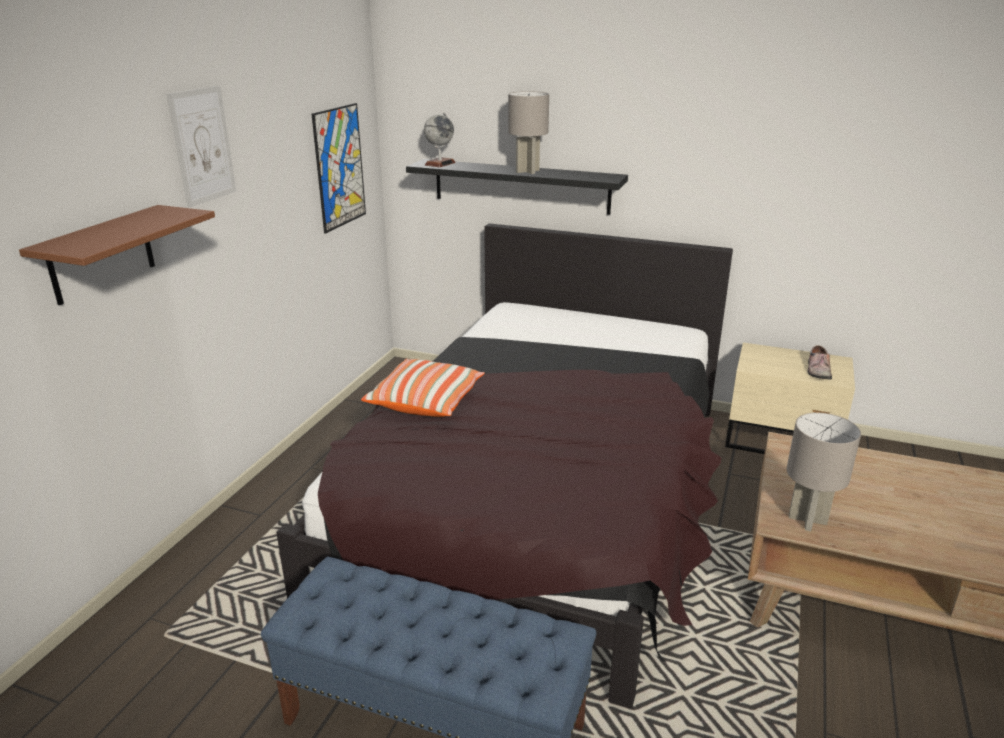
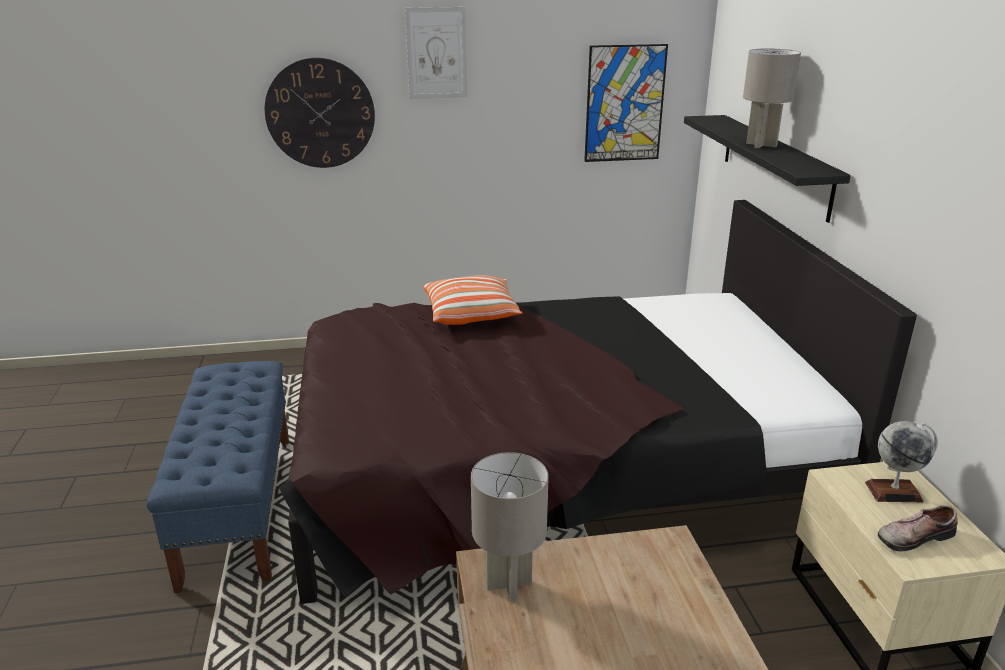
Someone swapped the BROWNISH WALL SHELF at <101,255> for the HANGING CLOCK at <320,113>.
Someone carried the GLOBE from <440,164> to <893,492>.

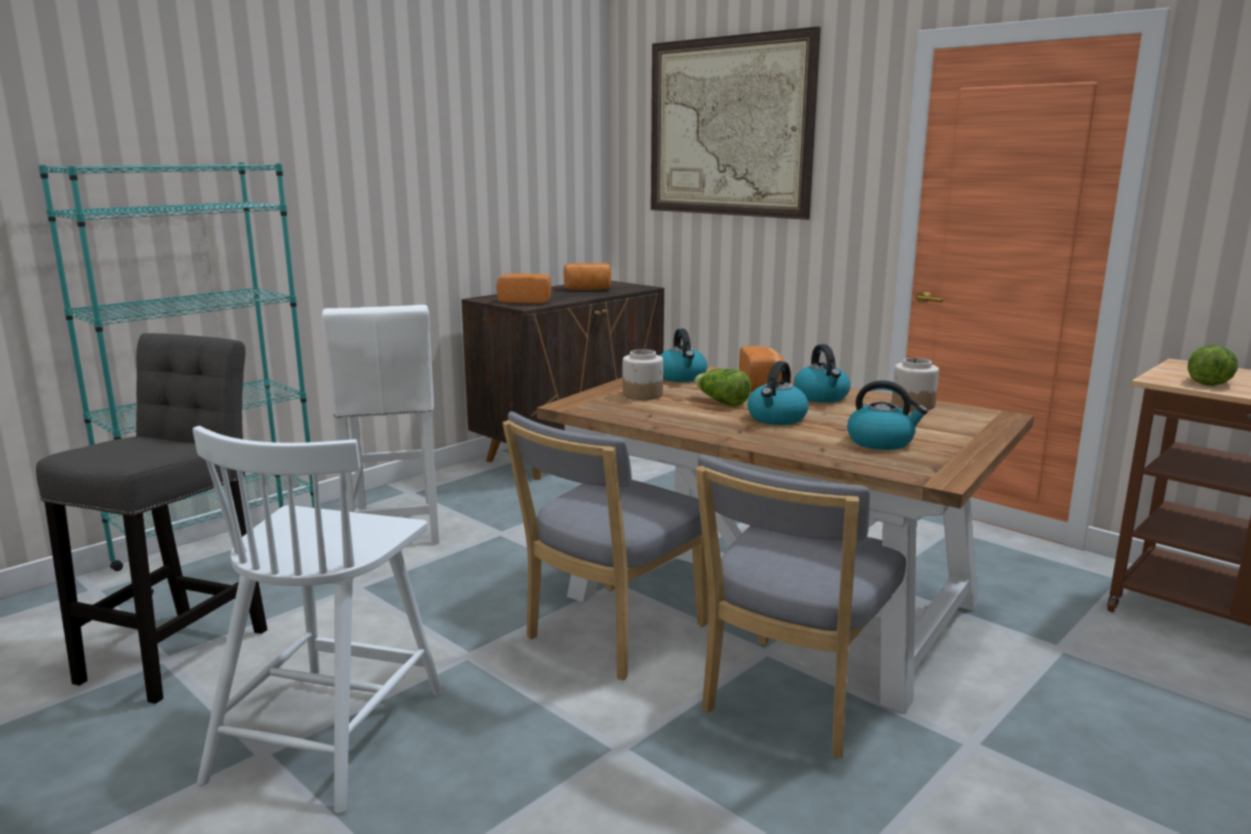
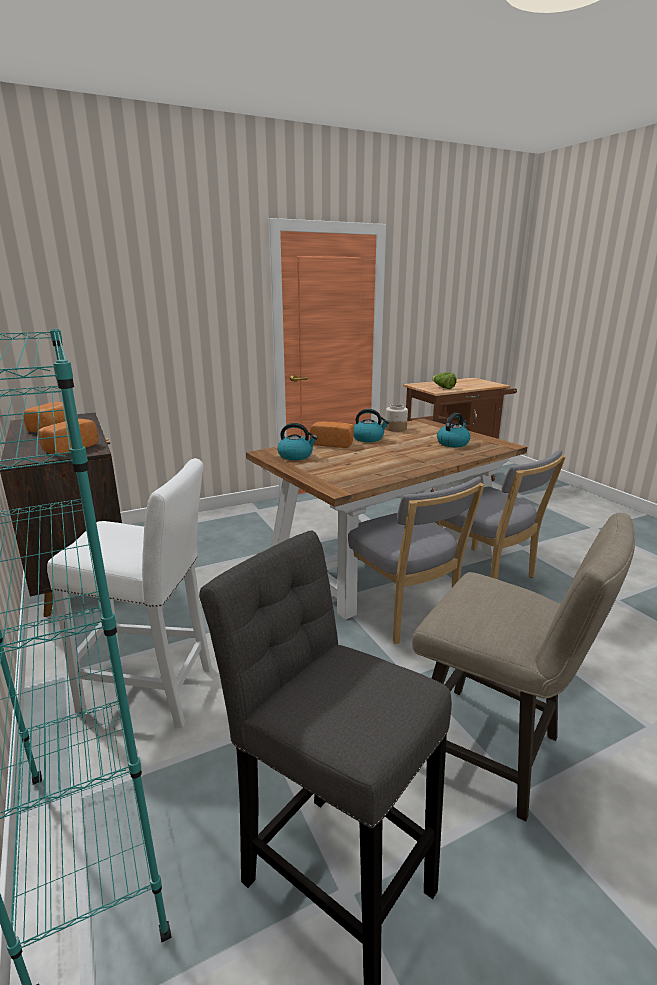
Someone swapped the WHITE PLAIN CHAIR at <330,731> for the BEIGE-COLOURED STOOL SEAT at <496,754>.
Someone took away the STORAGE JAR at <643,395>.
Someone took away the WALL ART at <728,127>.
Someone took away the LETTUCE HEAD at <721,402>.
Someone took away the TEA KETTLE at <776,418>.

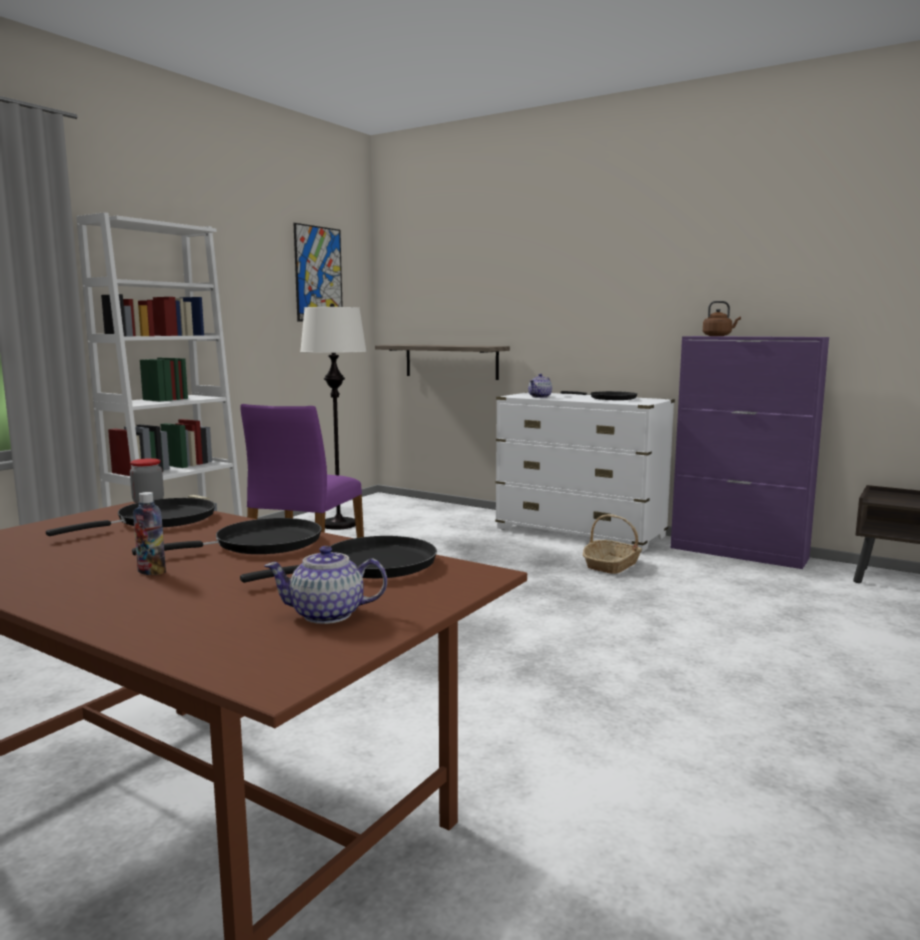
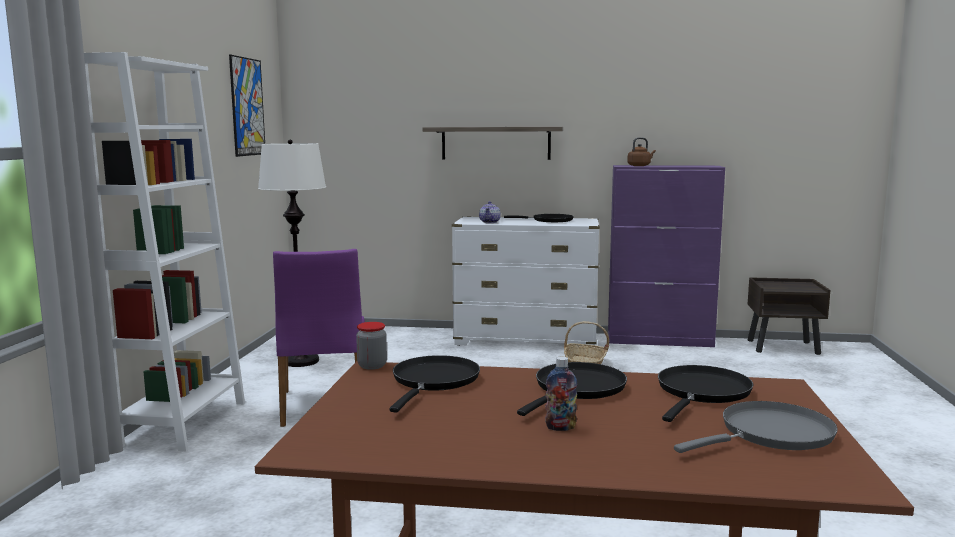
Someone swapped the POT FOR TEA at <328,615> for the GRAY SKILLET at <771,434>.
Someone carried the WALL SHELF from <451,361> to <496,143>.

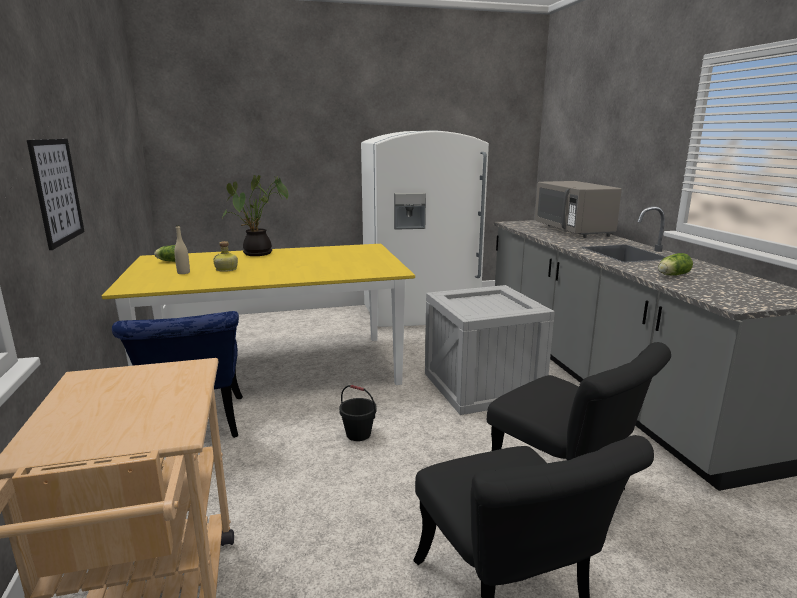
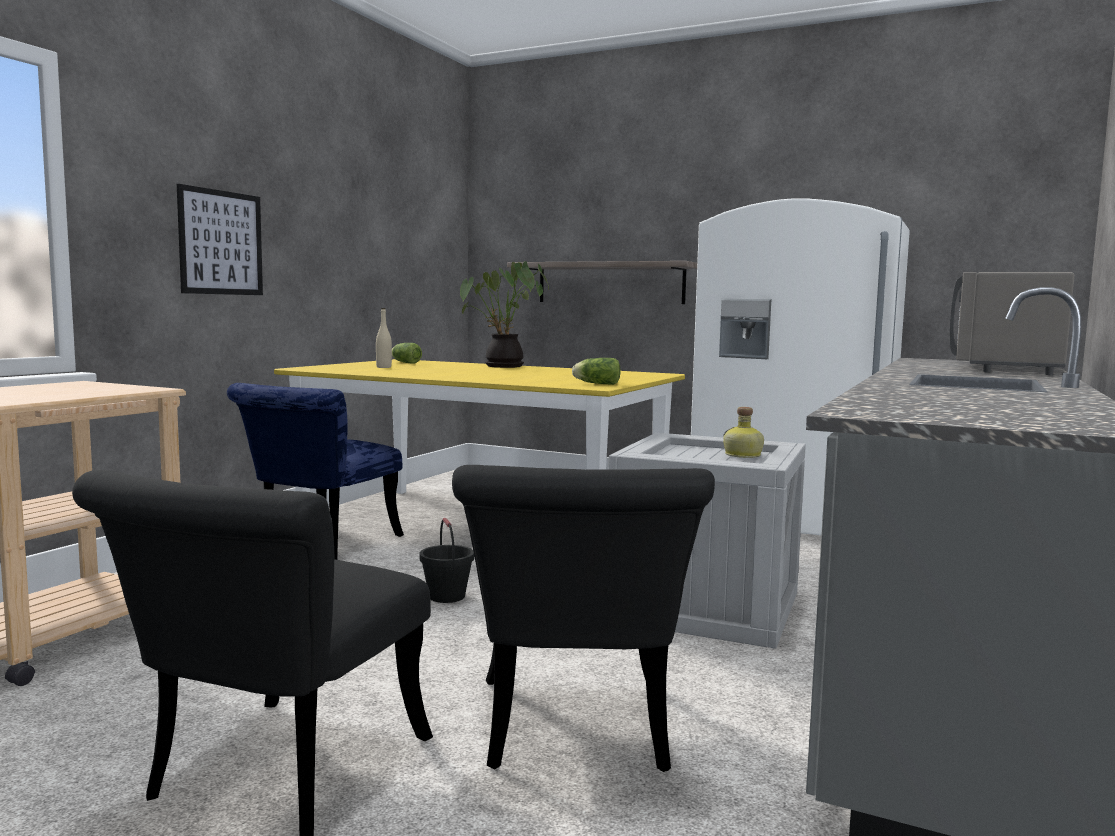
Someone carried the DRINK BOTTLE from <227,269> to <743,455>.
Someone carried the LETTUCE HEAD from <671,275> to <595,384>.
Someone put up the WALL SHELF at <610,283>.

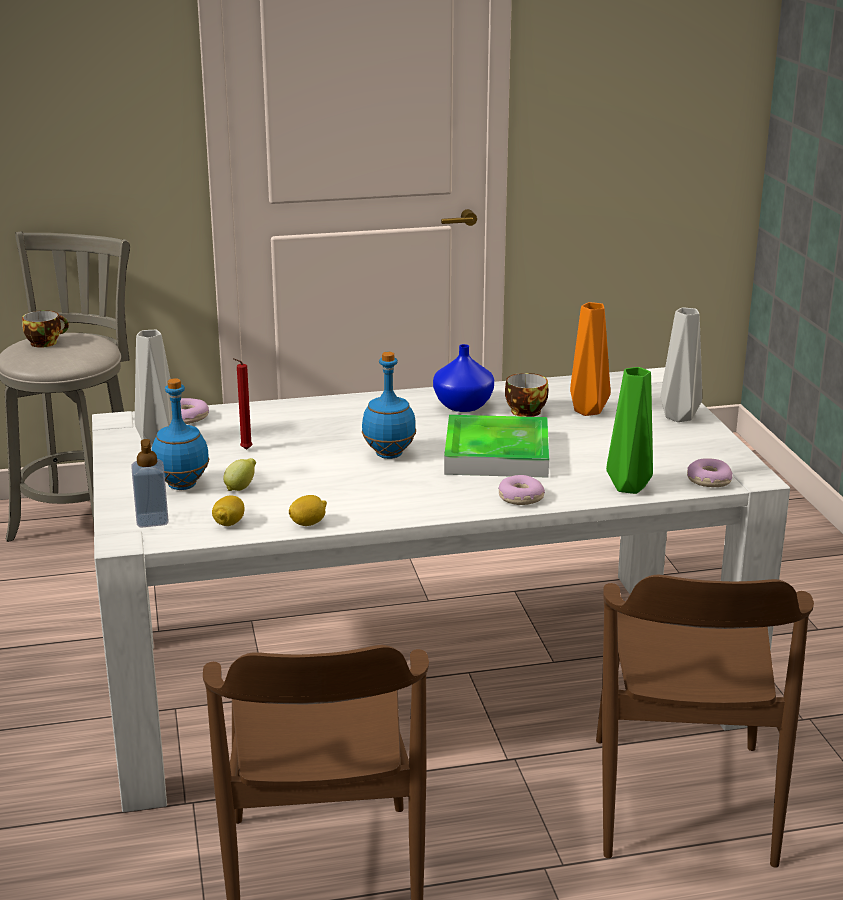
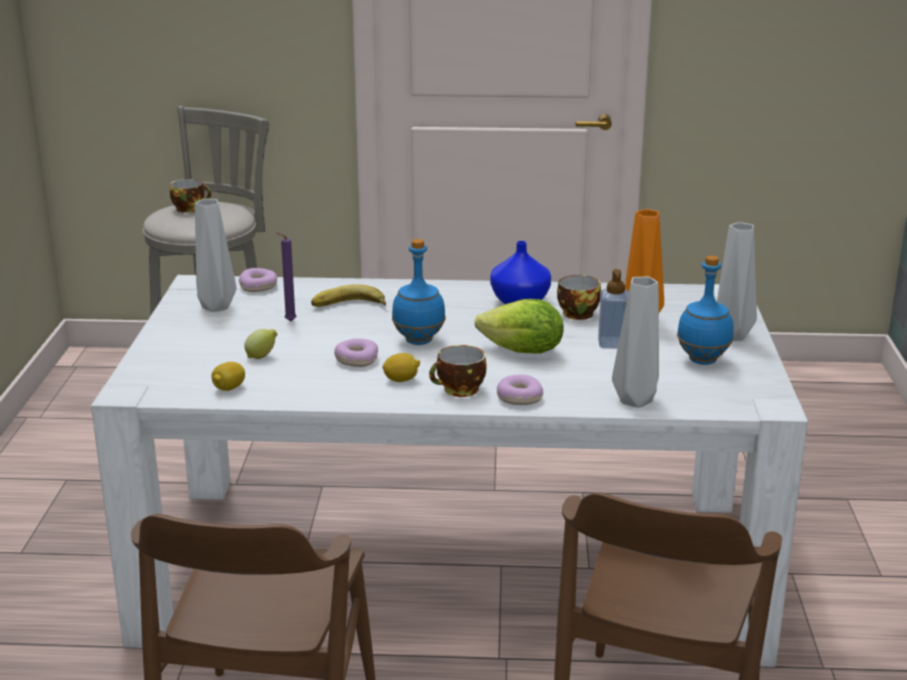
Someone carried the LIQUID SOAP BOTTLE from <152,520> to <612,343>.
Someone carried the BLUE-COLOURED DRINK BOTTLE from <183,485> to <703,360>.
Someone repainted the REDDISH CANDLE at <244,450>, which became the PURPLE-COLOURED CANDLE at <288,321>.
Someone carried the LEMON from <308,523> to <401,380>.
Someone swapped the CARRYING TRAY at <497,454> for the LETTUCE HEAD at <523,352>.
Someone repainted the GREENISH VASE at <631,488>, which became the GRAY VASE at <637,401>.
Someone carried the RING DOUGHNUT from <708,480> to <356,359>.
Someone put down the WHOLE BANANA at <349,306>.
Someone put down the CUP at <459,390>.

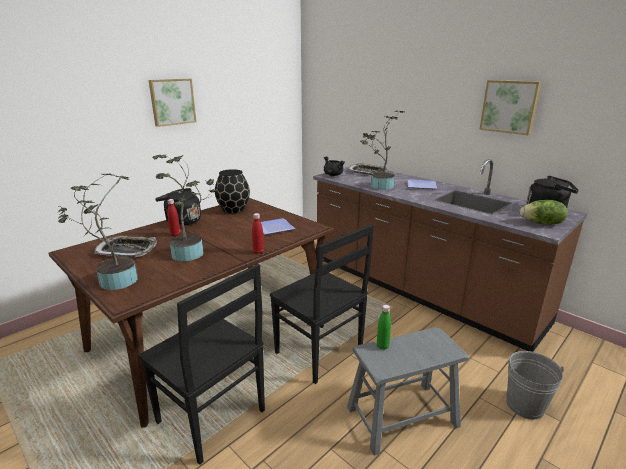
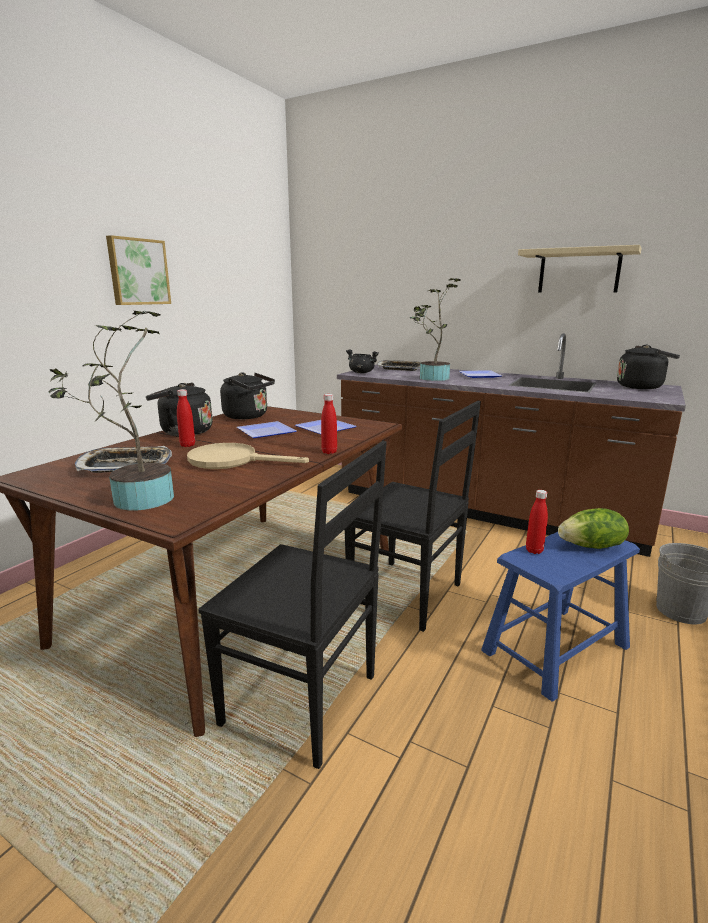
Someone swapped the POTTED PLANT at <191,253> for the BEIGE-COLOURED SKILLET at <232,461>.
Someone swapped the BLACK VASE at <233,209> for the BLACK TEA KETTLE at <248,416>.
Someone repainted the GRAY STOOL SEAT at <402,416>, which became the BLUE-COLOURED STOOL SEAT at <556,649>.
Someone repainted the GREENISH DRINK BOTTLE at <382,346>, which became the REDDISH DRINK BOTTLE at <534,550>.
Someone swapped the WALL ART at <509,106> for the BEIGE-COLOURED WALL SHELF at <579,271>.
Someone carried the LETTUCE HEAD from <542,223> to <592,546>.
Someone put down the PLATE at <264,432>.

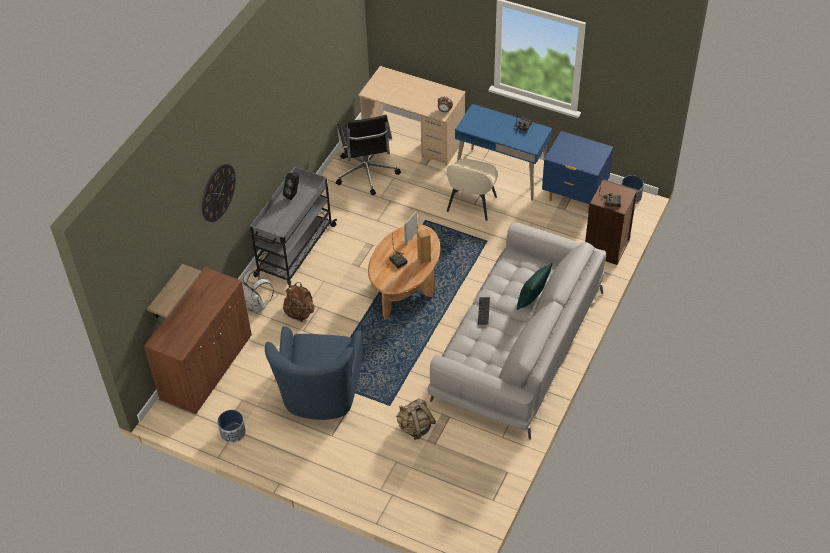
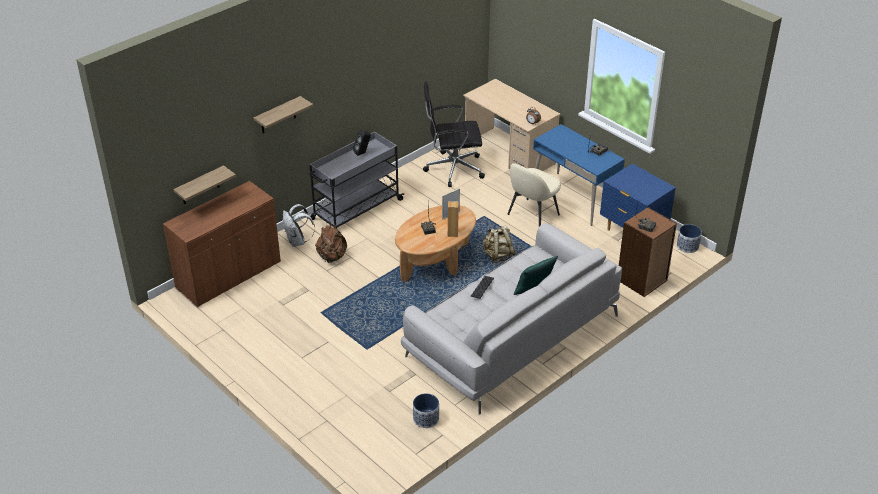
Someone swapped the HANGING CLOCK at <218,192> for the WALL SHELF at <278,115>.
Someone carried the FLOWER POT from <232,433> to <425,418>.
Someone took away the BLUE-COLOURED ARMCHAIR at <320,395>.
Someone rotated the BLACK DESK CHAIR at <366,174> by 75 degrees clockwise.
Someone carried the BEIGE-COLOURED RUCKSACK from <415,427> to <498,256>.

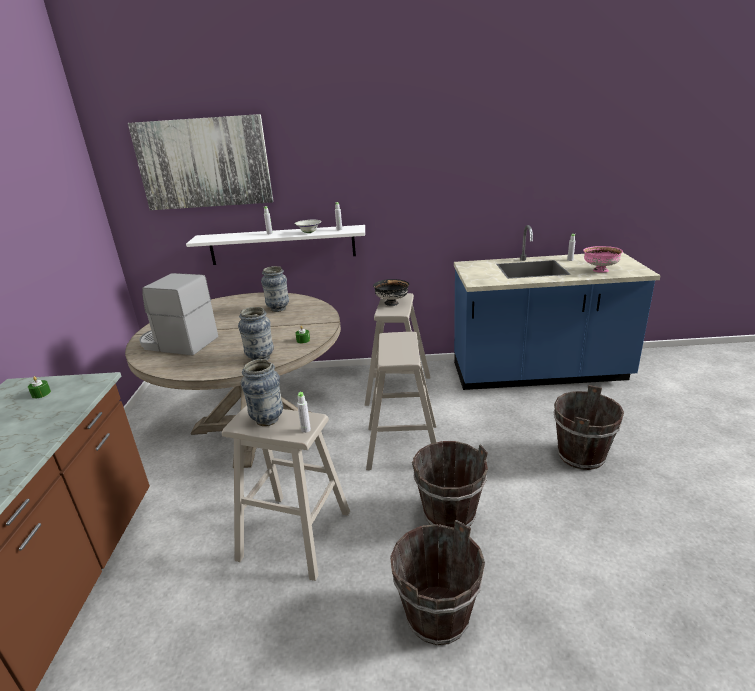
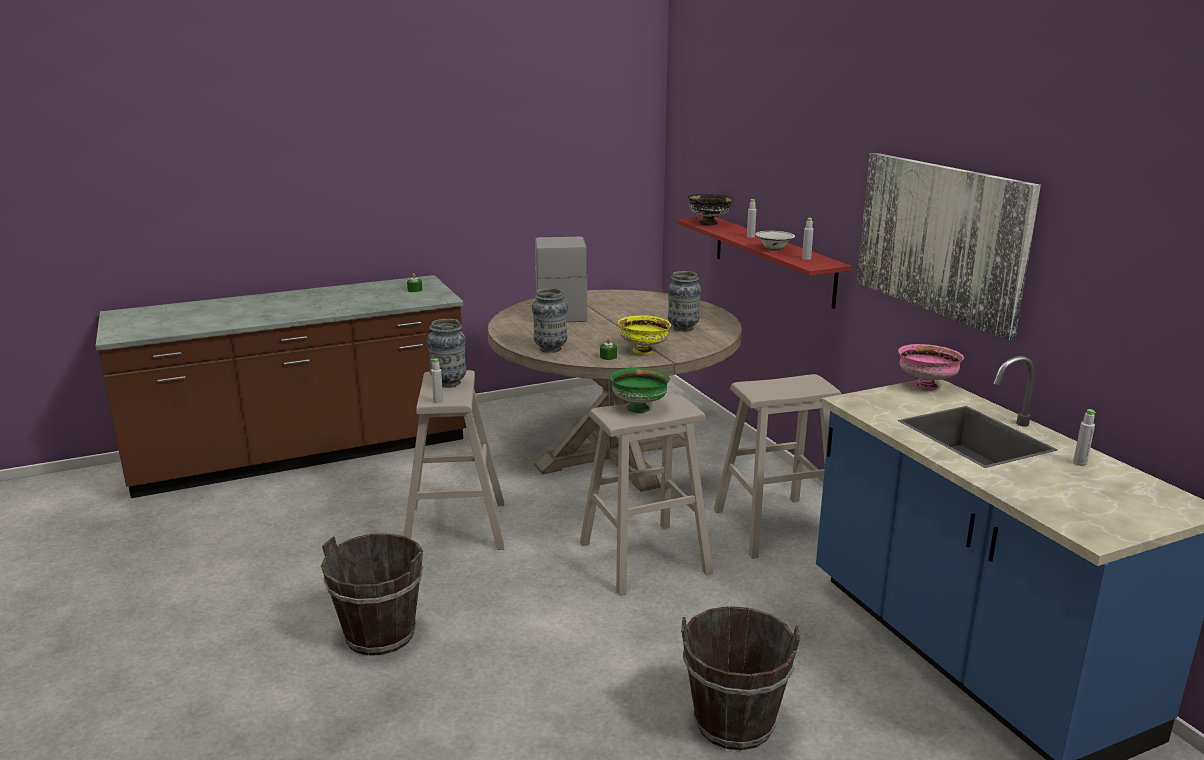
Someone carried the WALL ART from <204,163> to <941,239>.
Someone repainted the WHITE WALL SHELF at <282,245>, which became the REDDISH WALL SHELF at <772,259>.
Someone carried the BLACK BOWL from <391,303> to <709,223>.
Someone took away the BROWNISH PAIL at <449,514>.
Someone carried the PINK-COLOURED BOWL from <599,270> to <925,386>.
Someone put down the GREENISH BOWL at <638,408>.
Someone put down the YELLOWISH BOWL at <643,351>.

